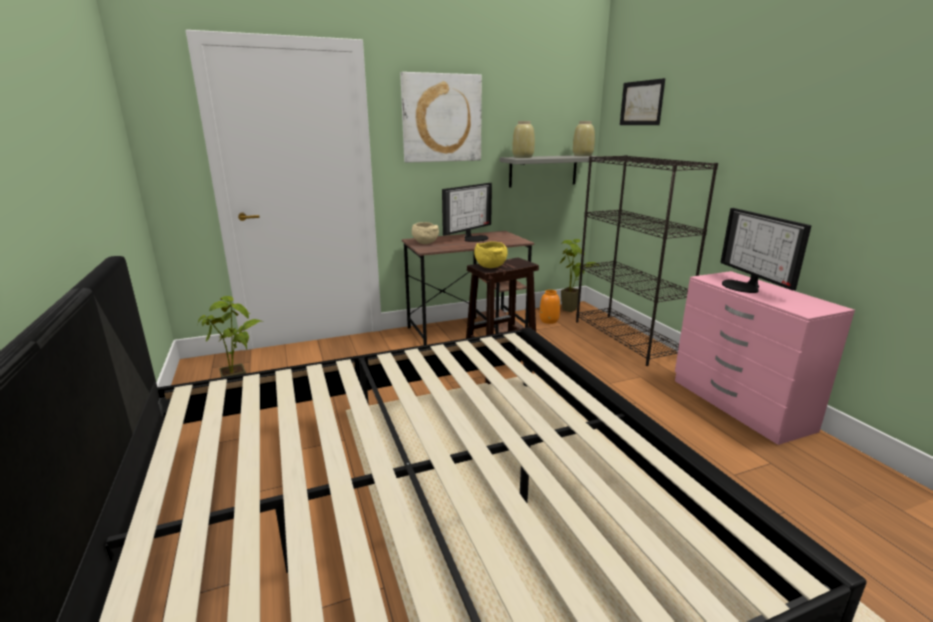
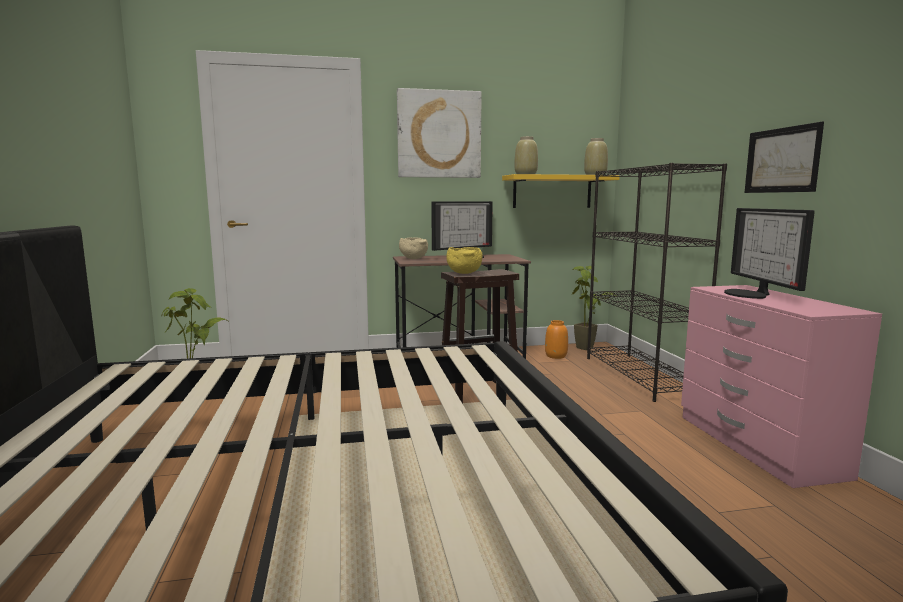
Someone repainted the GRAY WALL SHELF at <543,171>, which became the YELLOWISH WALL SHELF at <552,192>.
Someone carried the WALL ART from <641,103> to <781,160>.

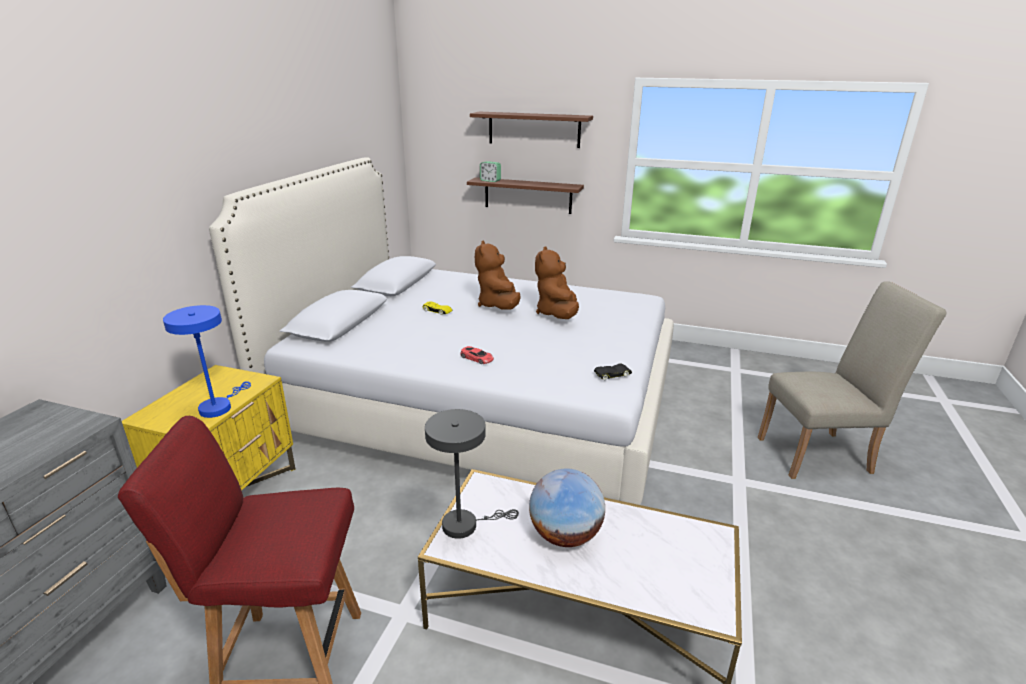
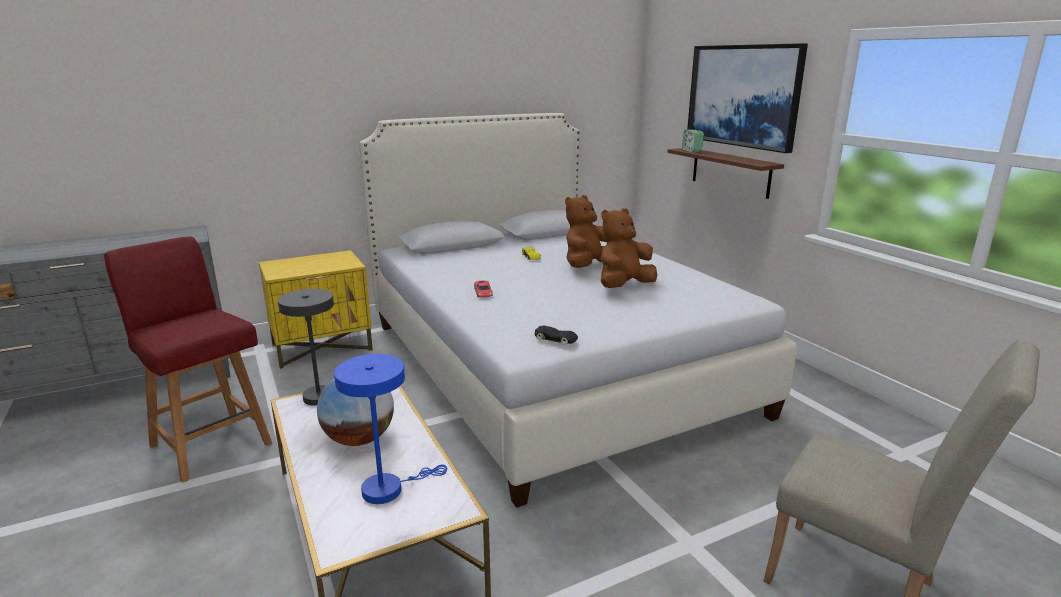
Someone carried the BLUE-COLOURED LAMP FOR A TABLE from <218,406> to <389,488>.
Someone swapped the BROWNISH WALL SHELF at <534,129> for the WALL ART at <743,96>.

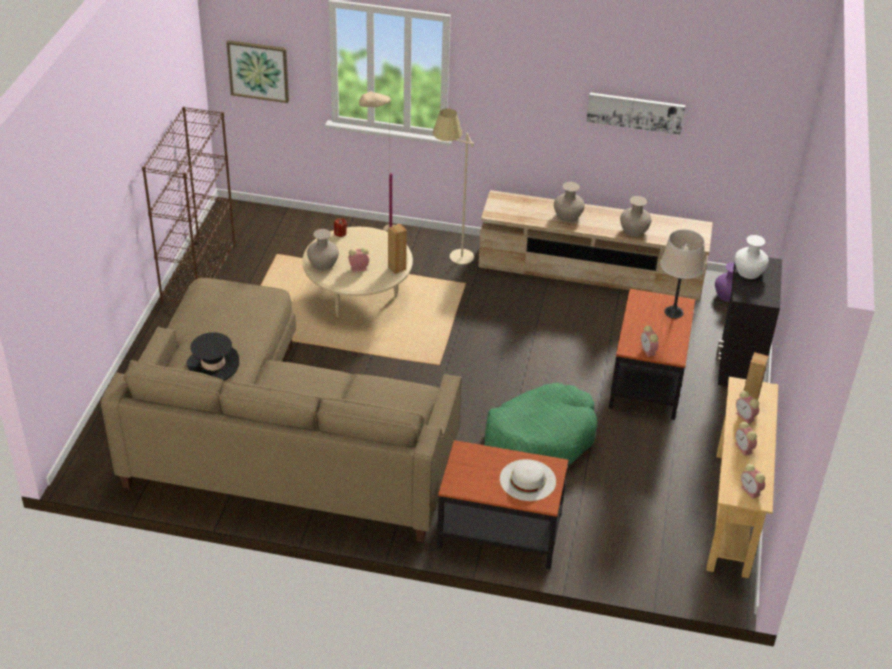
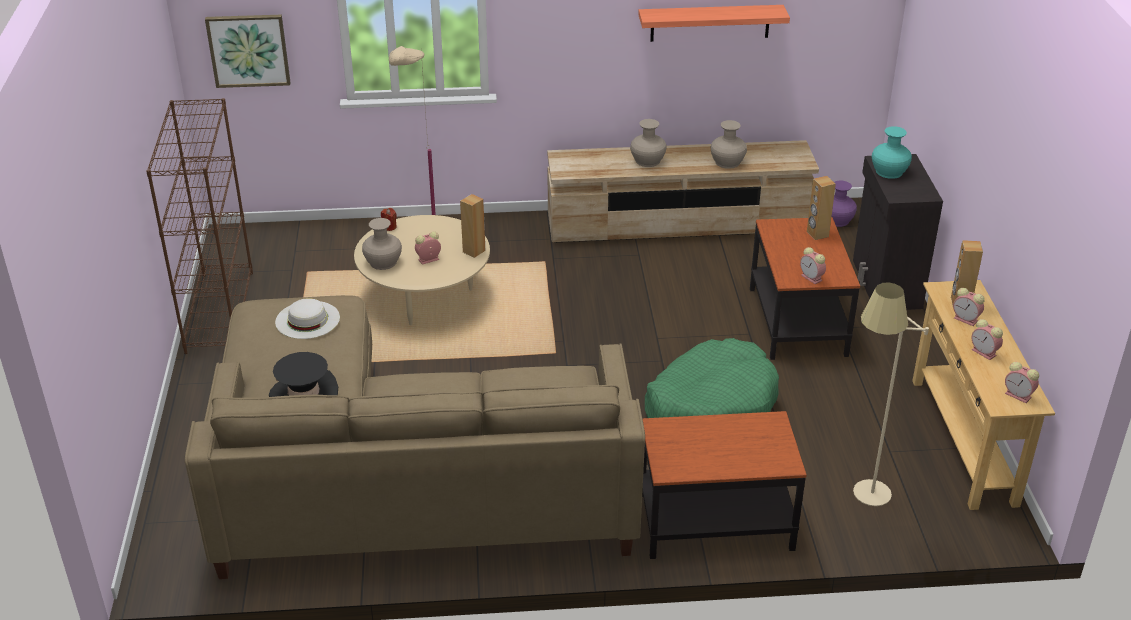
Someone carried the BEIGE-COLOURED STANDING LAMP from <452,260> to <862,502>.
Someone carried the WHITE WEARABLE HAT from <527,480> to <307,320>.
Someone swapped the WALL ART at <635,112> for the WALL SHELF at <710,23>.
Someone swapped the BEIGE-COLOURED LAMP FOR A TABLE at <674,312> for the BROWNISH LOUDSPEAKER at <817,234>.
Someone repainted the WHITE VASE at <749,271>, which became the TURQUOISE VASE at <889,171>.

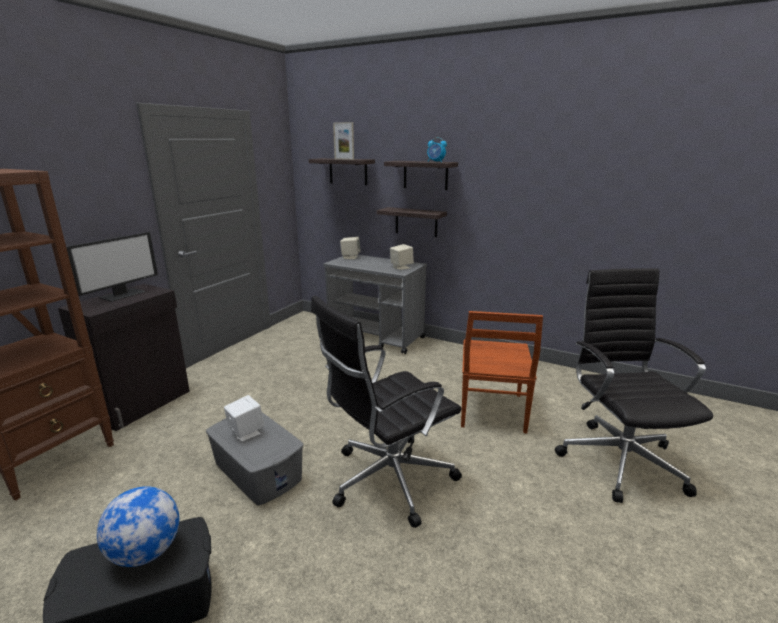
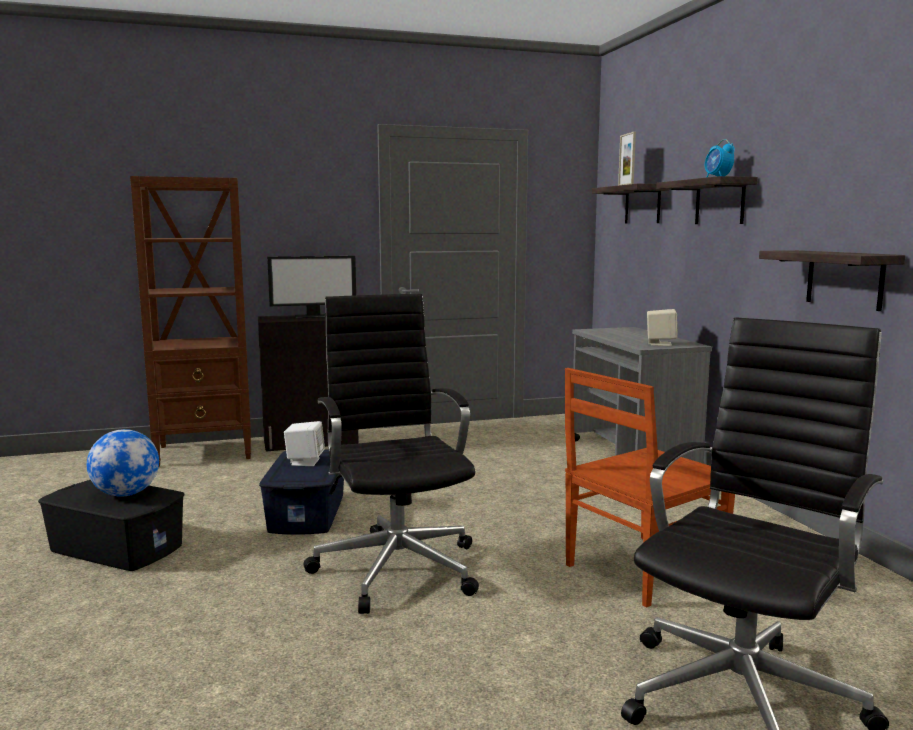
Someone repainted the GRAY STORAGE BOX at <258,471>, which became the BLUE-COLOURED STORAGE BOX at <308,513>.
Someone rotated the BLACK DESK CHAIR at <388,480> by 60 degrees clockwise.
Someone took away the BEIGE-COLOURED LOUDSPEAKER at <350,257>.
Someone carried the WALL SHELF from <416,222> to <844,279>.

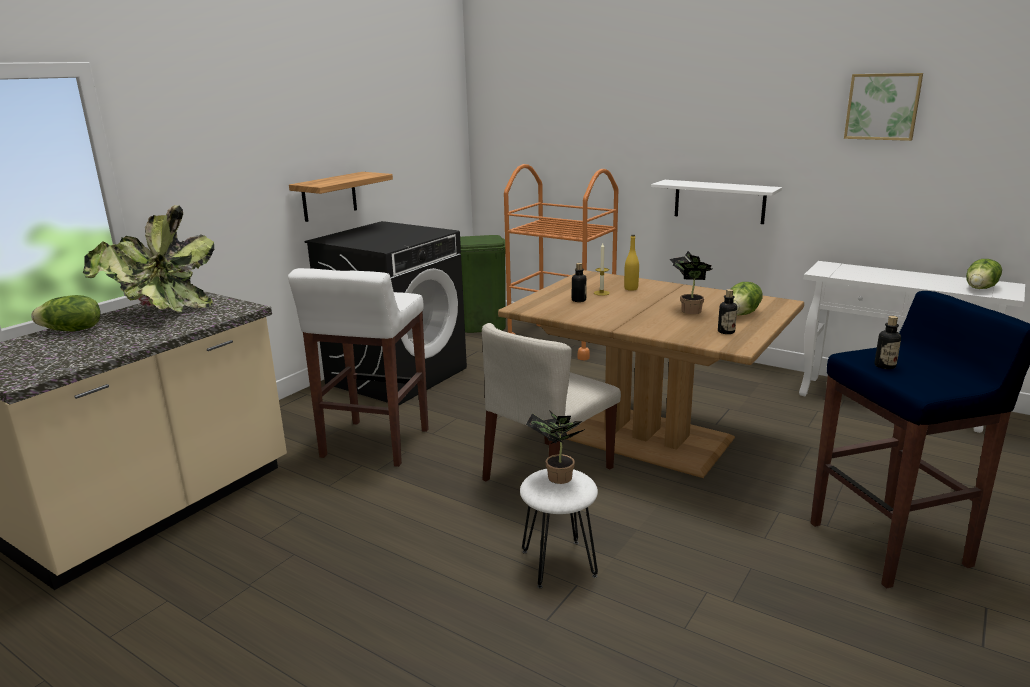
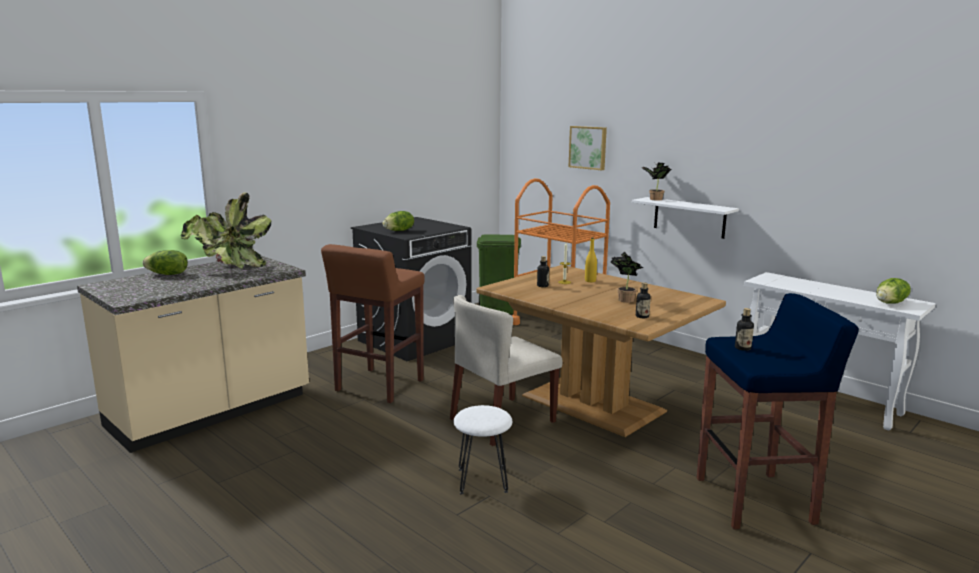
Someone repainted the WHITE STOOL SEAT at <374,444>, which became the BROWNISH STOOL SEAT at <378,386>.
Someone took away the WALL SHELF at <329,196>.
Someone carried the POTTED PLANT from <556,477> to <654,199>.
Someone carried the LETTUCE HEAD from <742,314> to <399,231>.
Someone carried the WALL ART from <882,106> to <588,147>.

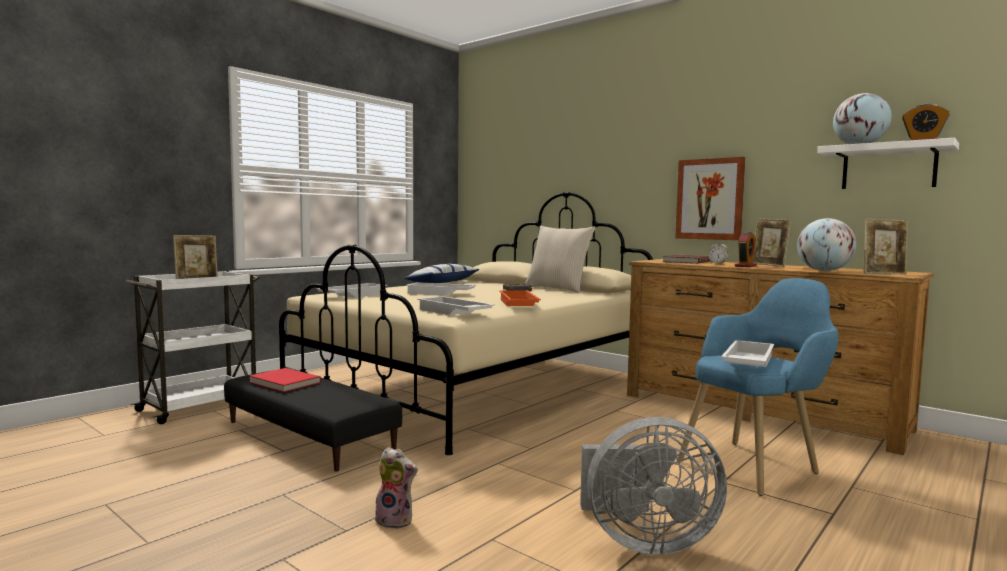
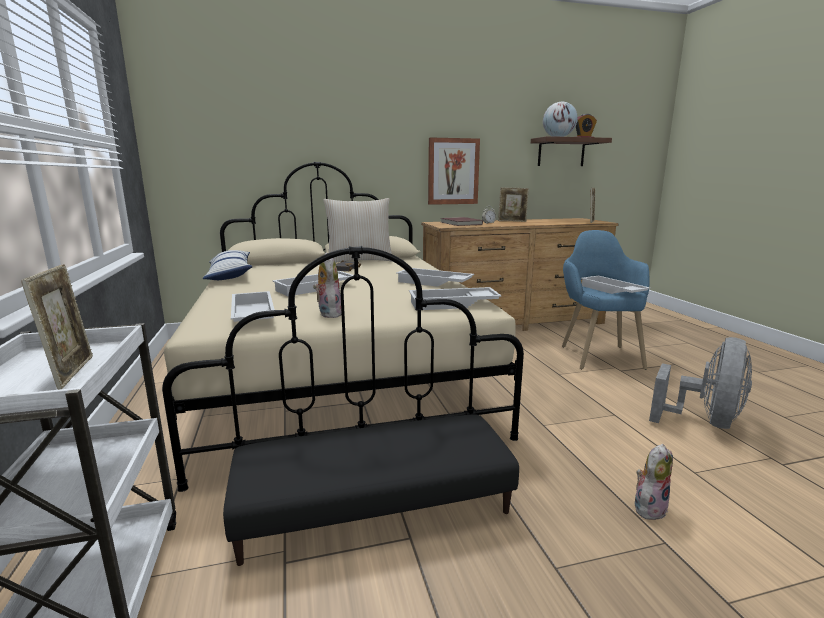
Someone took away the REDDISH BOUND BOOK at <284,383>.
Someone repainted the ORANGE CARRYING TRAY at <517,304>, which became the WHITE CARRYING TRAY at <433,283>.
Someone took away the BEDSIDE CLOCK at <745,266>.
Someone took away the GLOBE at <824,271>.
Someone repainted the WHITE WALL SHELF at <888,167>, which became the BROWNISH WALL SHELF at <561,152>.
Someone put down the CUDDLY TOY at <328,313>.

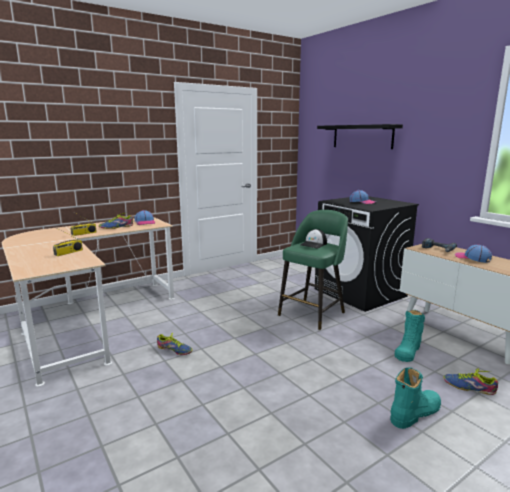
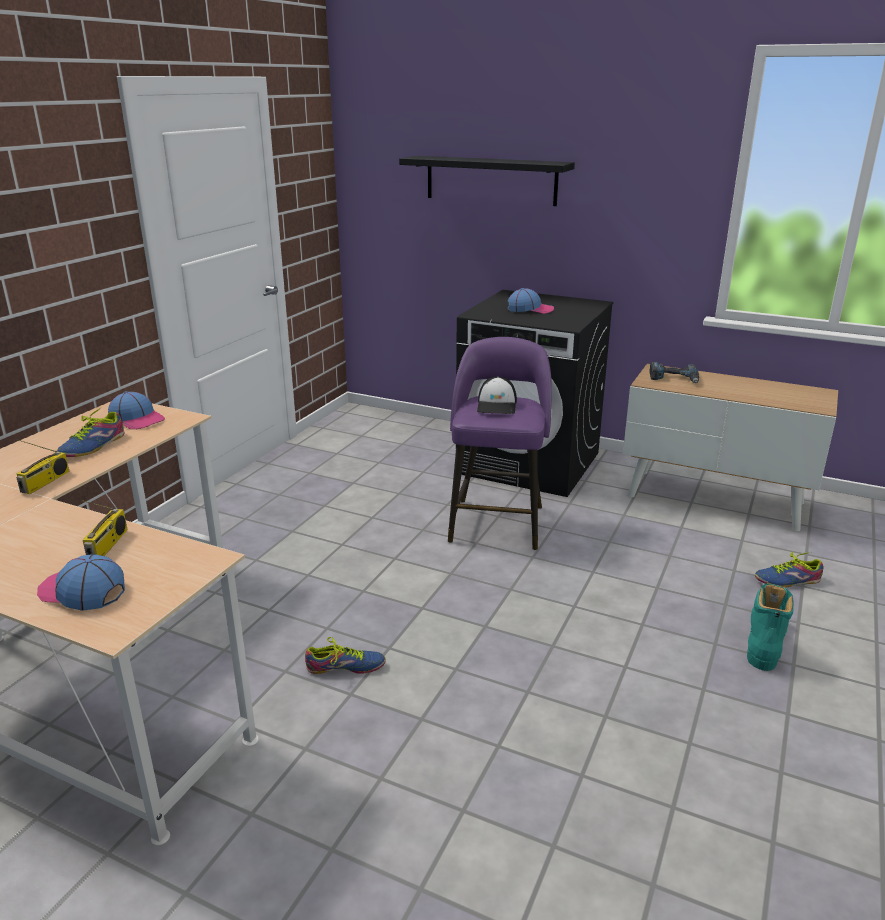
Someone repainted the GREENISH STOOL SEAT at <313,313>, which became the PURPLE-COLOURED STOOL SEAT at <497,522>.
Someone took away the TURQUOISE TALL BOOT at <408,350>.
Someone carried the BASEBALL CAP from <472,258> to <82,591>.

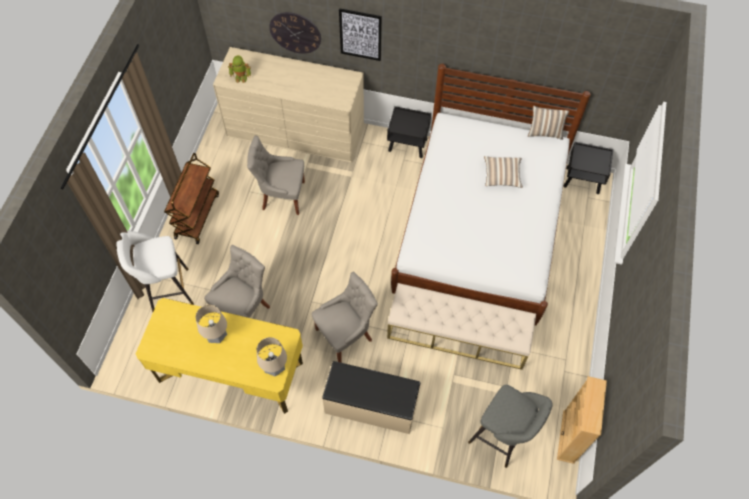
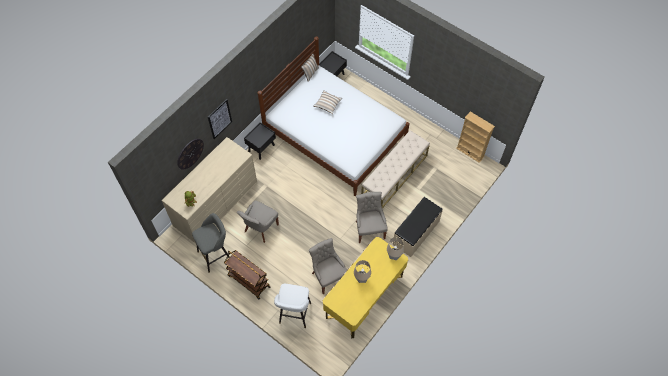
Someone carried the GRAY STOOL SEAT from <501,438> to <216,255>.

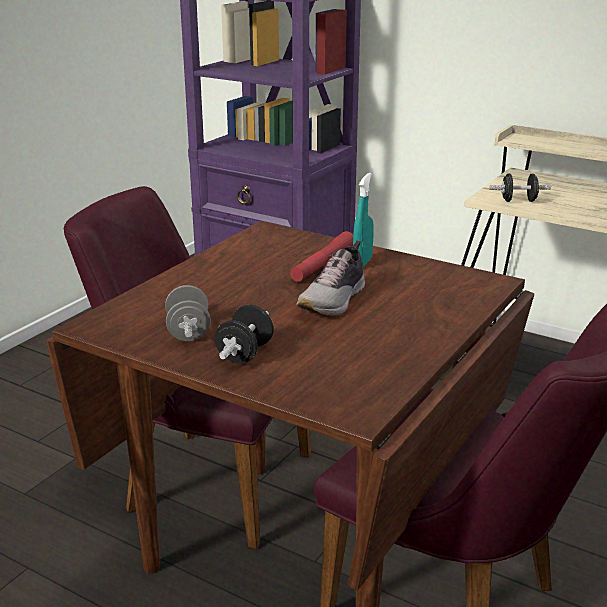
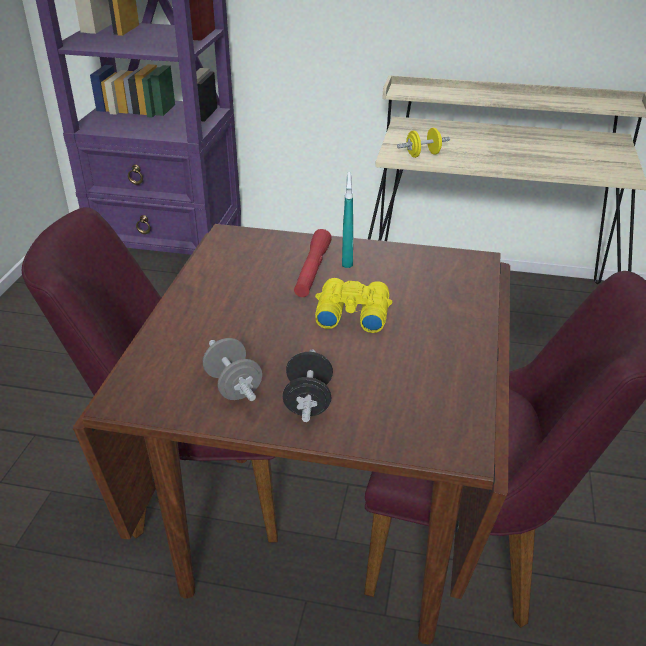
Someone swapped the LOW SHOE at <334,300> for the YELLOWISH FIELD GLASSES at <351,313>.
Someone repainted the BLACK HAND WEIGHT at <518,201>, which became the YELLOWISH HAND WEIGHT at <423,155>.

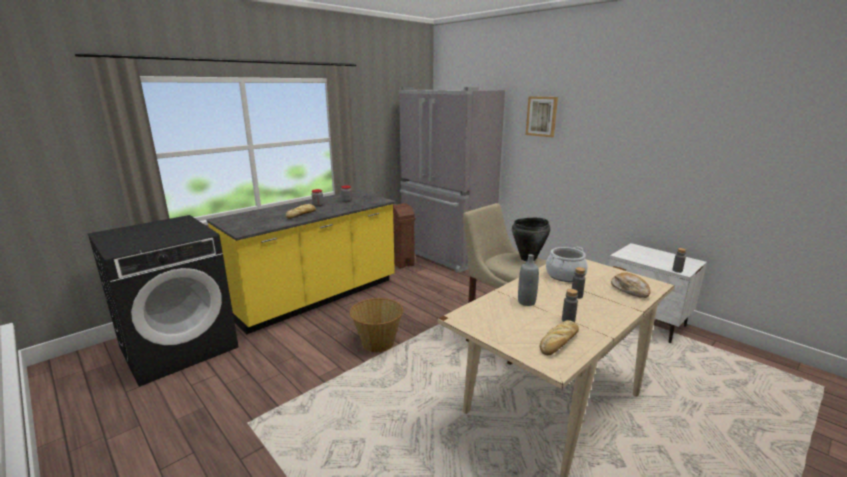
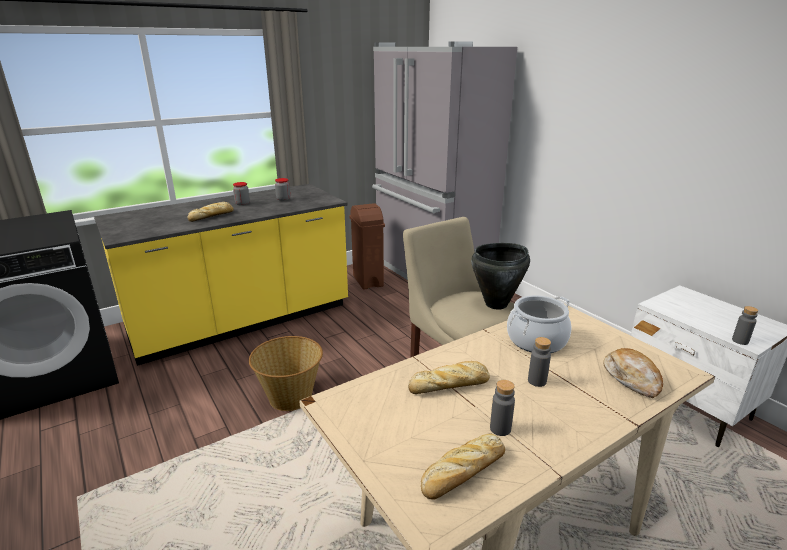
Someone swapped the GRAY DRINK BOTTLE at <526,302> for the BREAD at <450,384>.
Someone took away the WALL ART at <541,116>.

